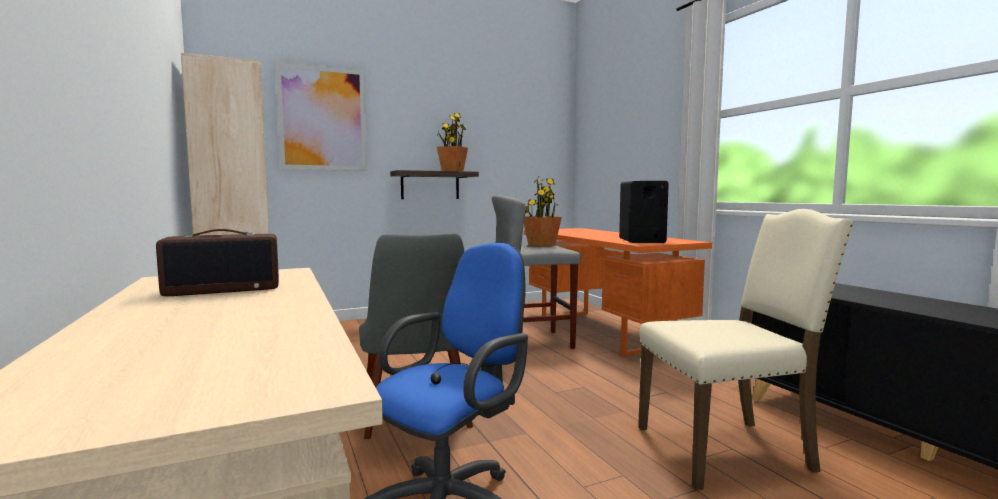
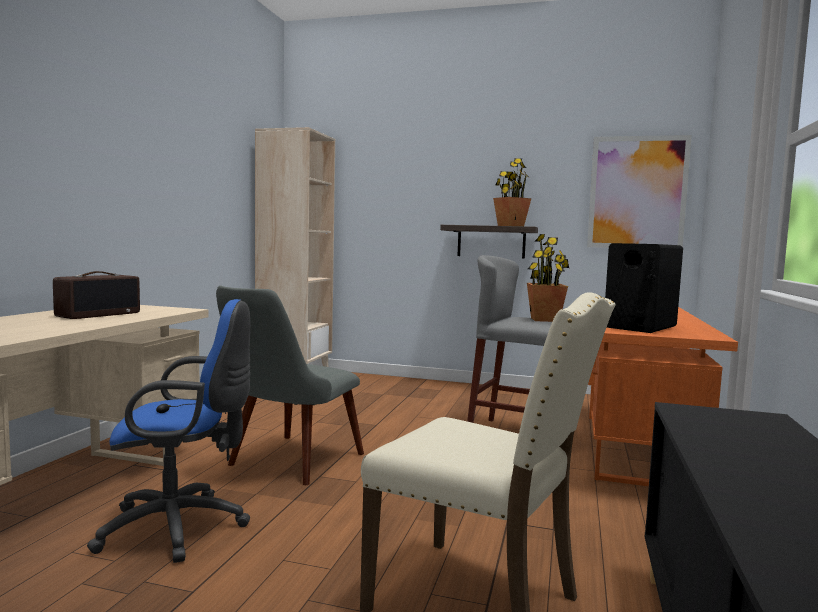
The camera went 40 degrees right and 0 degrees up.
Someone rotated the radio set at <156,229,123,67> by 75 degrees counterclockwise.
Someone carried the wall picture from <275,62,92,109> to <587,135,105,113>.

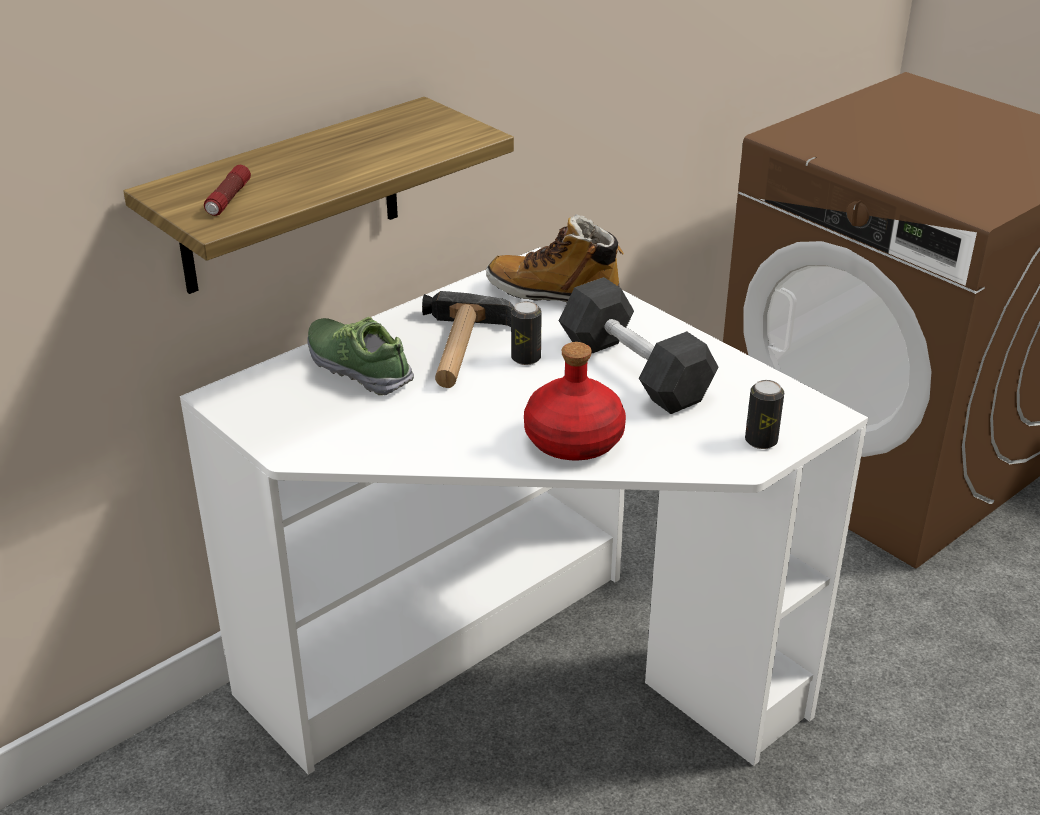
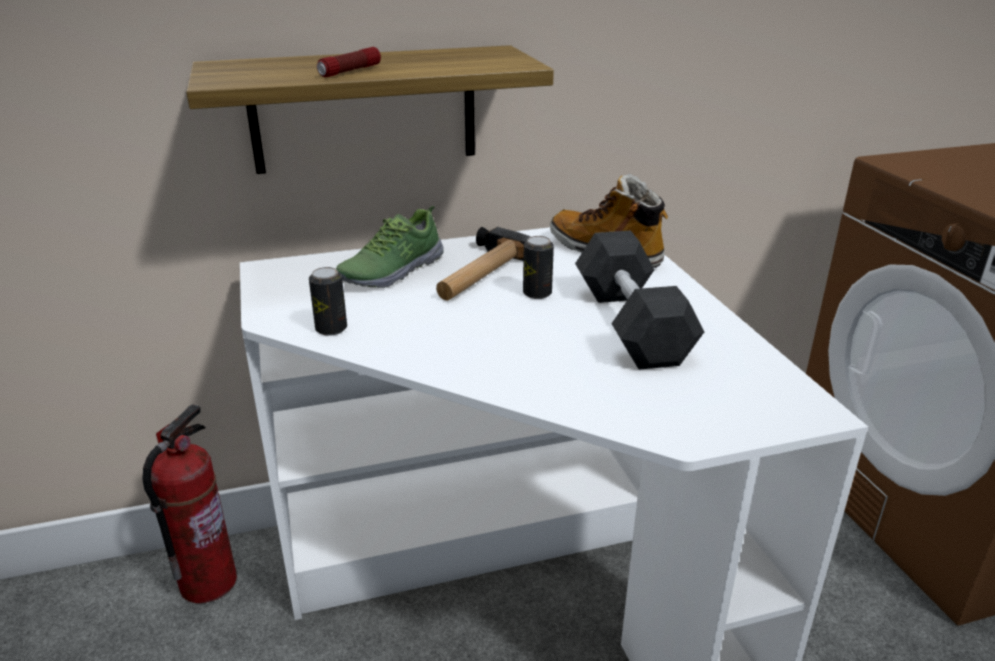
The camera went 25 degrees right and 5 degrees down.
Someone put down the extinguisher at <142,404,95,199>.
Someone carried the sealed can from <745,380,39,69> to <309,267,38,69>.
Someone carried the torch from <204,165,47,51> to <317,47,64,30>.
Someone rotated the shoe at <308,317,106,78> by 120 degrees counterclockwise.
Someone took away the red-coloured beverage bottle at <524,342,102,118>.

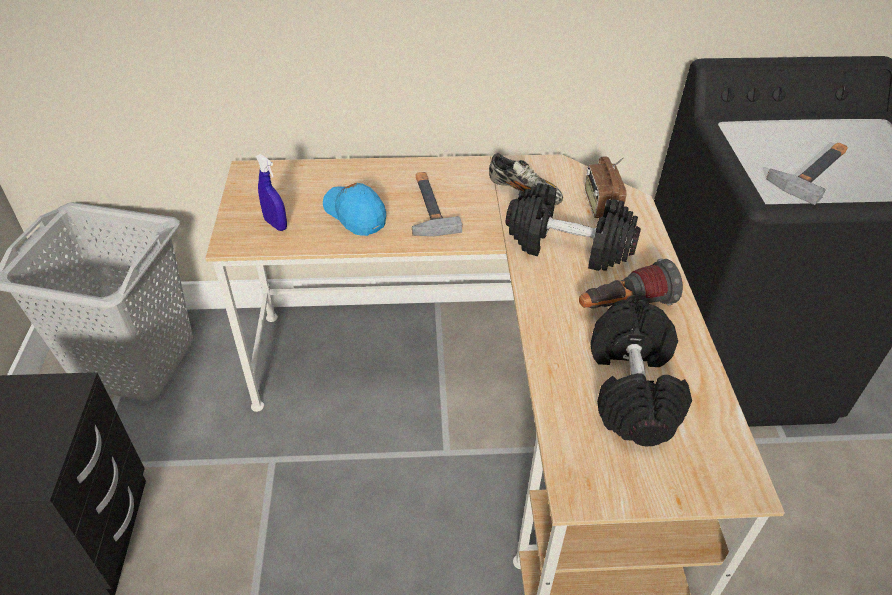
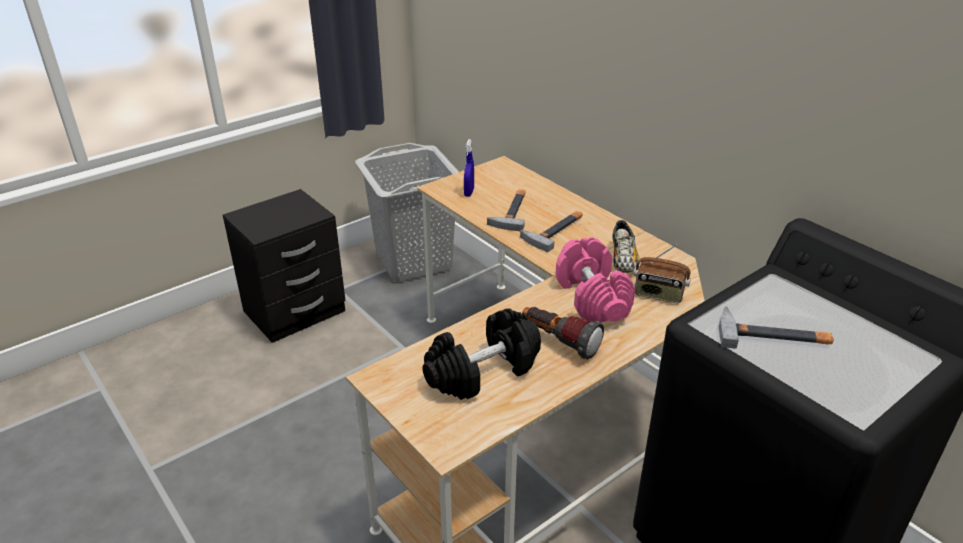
The camera went 55 degrees right and 10 degrees down.
Someone swapped the blue-coloured baseball cap at <323,183,63,53> for the hand hammer at <487,189,38,42>.
Someone repainted the blackish dumbbell at <506,183,135,88>, which became the pinkish dumbbell at <555,237,80,85>.
Someone rotated the radio set at <584,156,42,62> by 120 degrees counterclockwise.

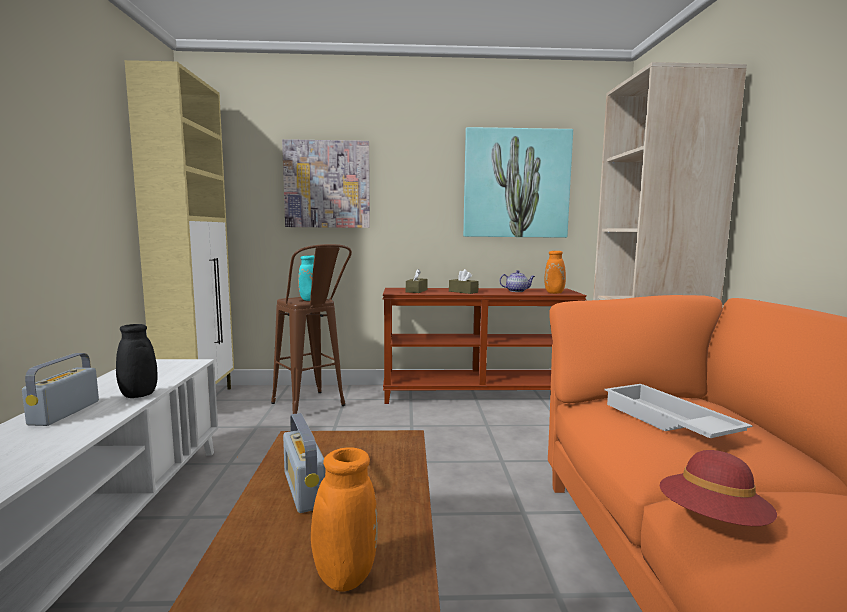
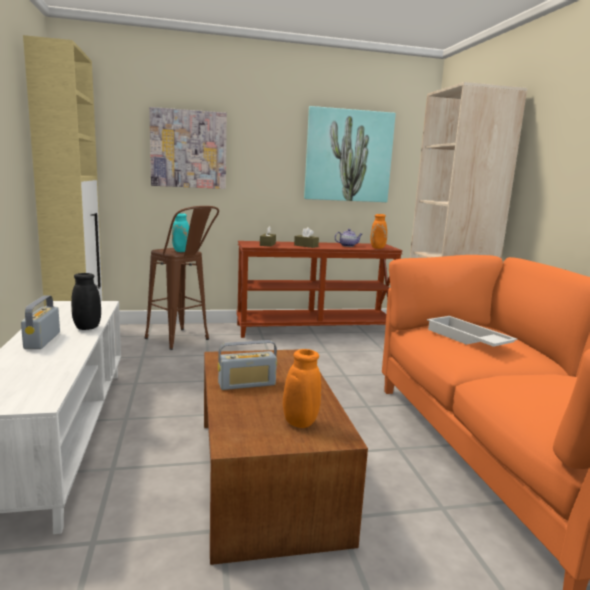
The camera went 10 degrees left and 5 degrees up.
Someone rotated the radio set at <283,413,43,100> by 75 degrees counterclockwise.
Someone took away the red-coloured wearable hat at <660,450,117,76>.

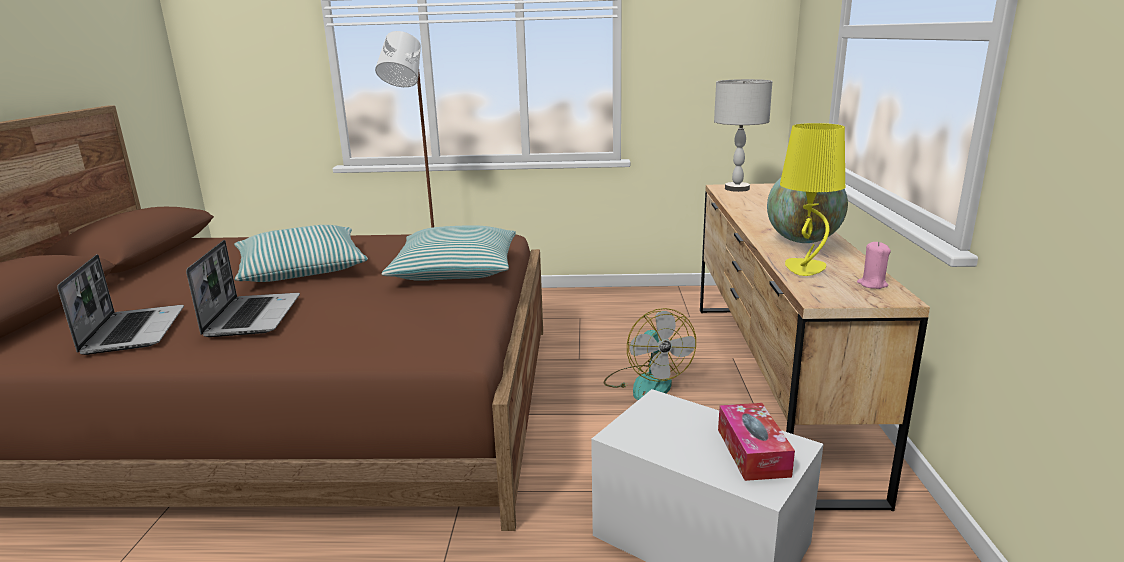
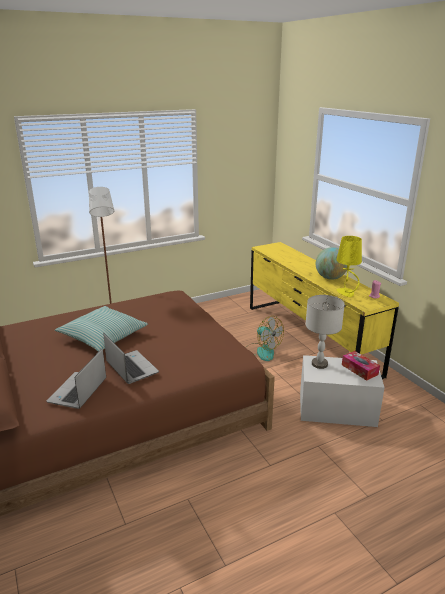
The camera went 30 degrees left and 5 degrees up.
Someone rotated the portable computer at <57,254,127,101> by 120 degrees counterclockwise.
Someone repainted the brown drawer chest at <700,183,230,328>, which became the yellow drawer chest at <250,242,149,137>.
Someone carried the grey tabletop lamp from <714,79,59,113> to <305,295,40,74>.
Someone took away the pillow at <382,225,134,56>.

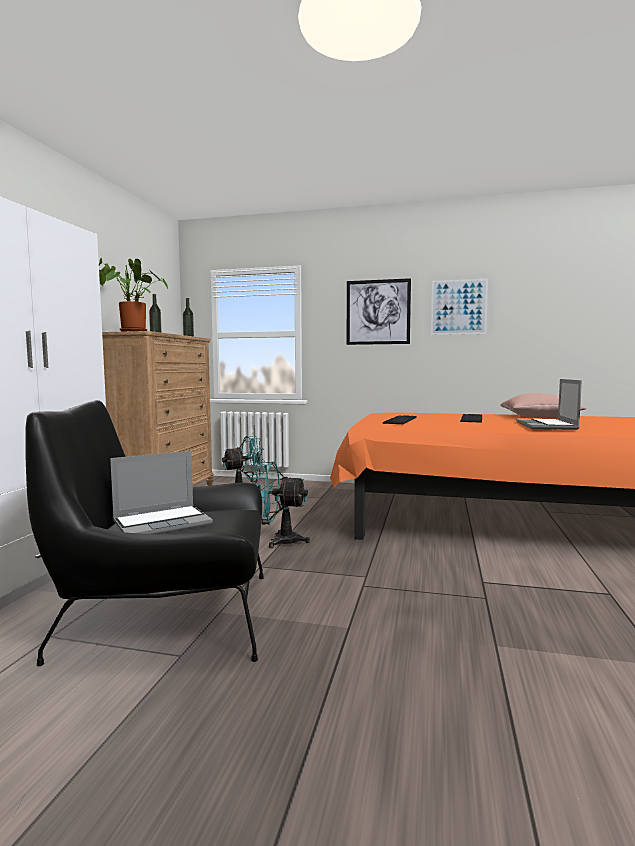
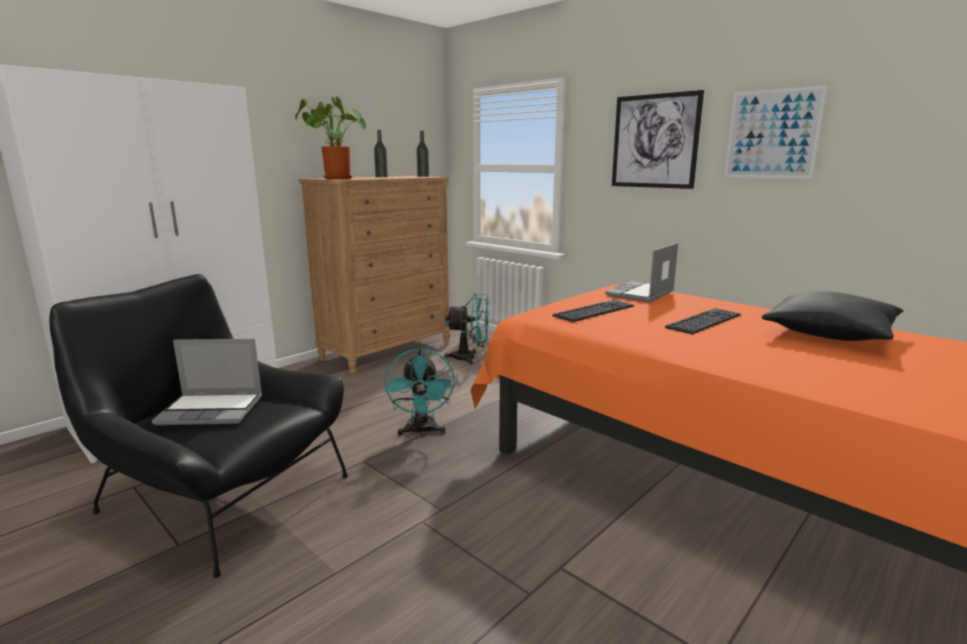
The camera went 30 degrees right and 10 degrees up.
Someone rotated the turquoise cooling fan at <252,461,58,87> by 135 degrees counterclockwise.
Someone carried the portable computer from <516,379,66,51> to <605,243,73,60>.
Someone repainted the pinkish pillow at <500,393,86,25>, which became the blackish pillow at <762,291,141,50>.

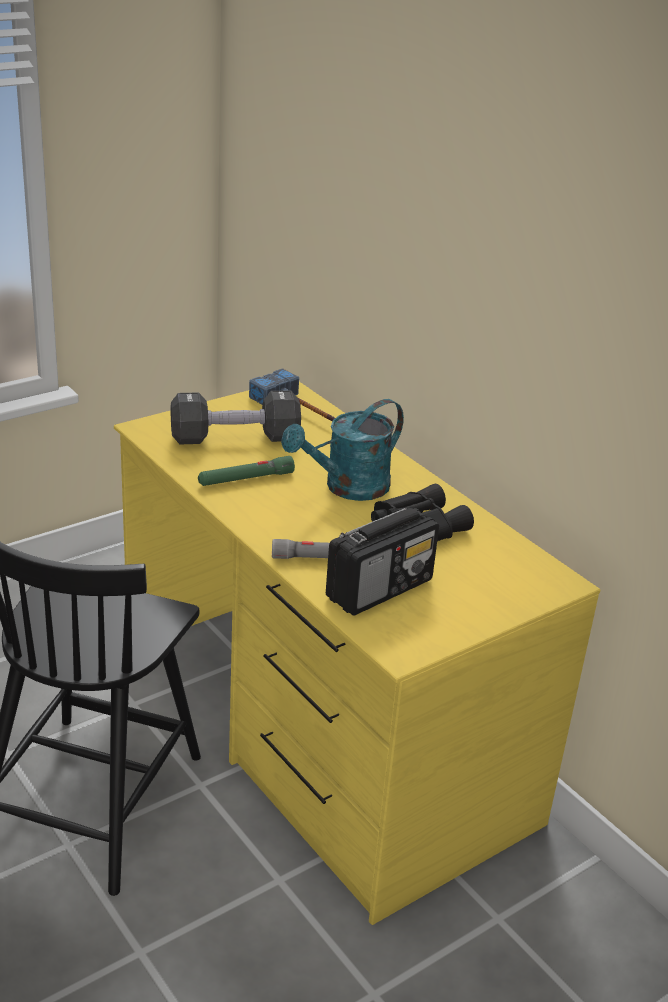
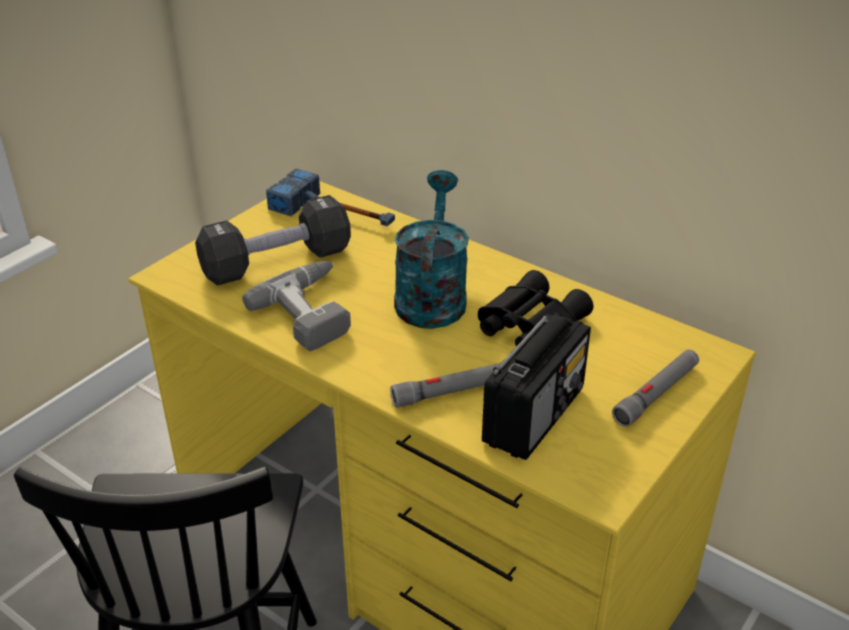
The camera went 15 degrees left and 5 degrees up.
Someone swapped the green-coloured torch at <198,456,97,30> for the drill at <242,261,109,90>.
Someone rotated the turquoise watering pot at <281,399,123,102> by 150 degrees clockwise.
Someone put down the grey torch at <612,349,87,78>.

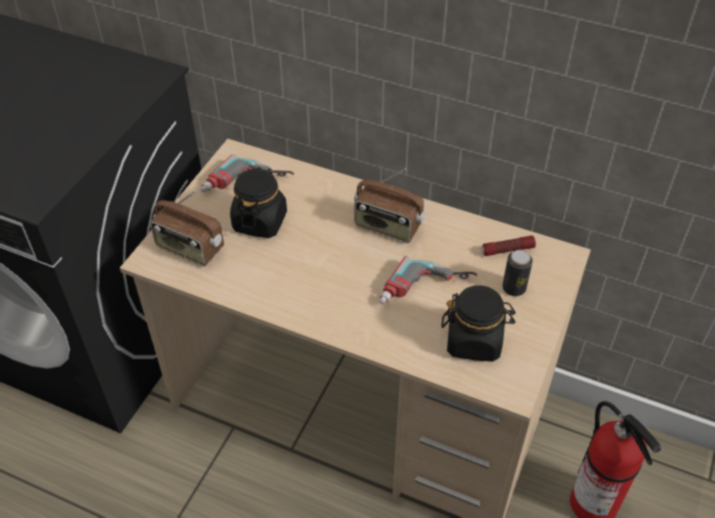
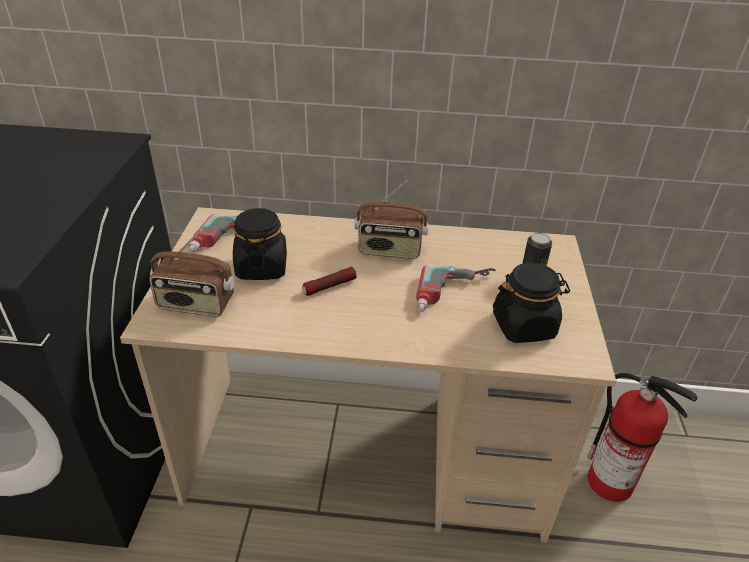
The camera went 20 degrees left and 10 degrees down.
Someone carried the torch from <482,235,54,21> to <302,267,55,29>.

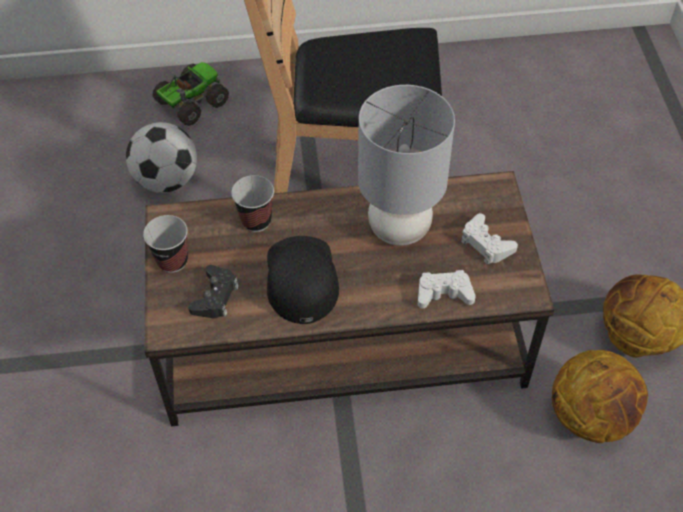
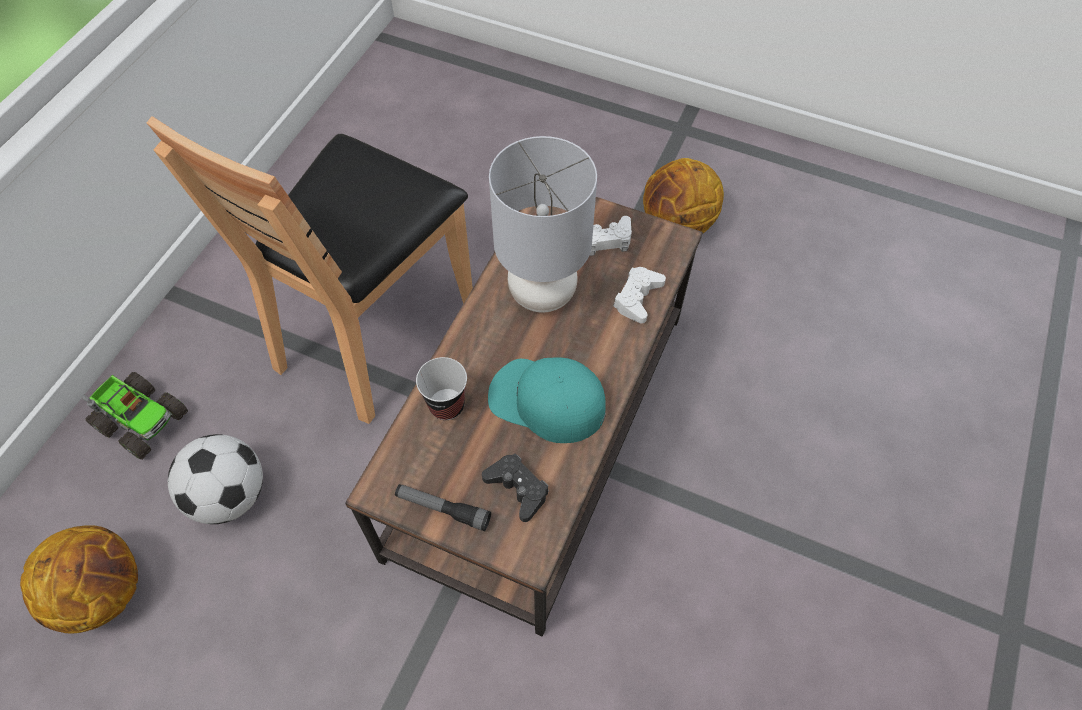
The camera went 60 degrees left and 5 degrees up.
Someone carried the basketball from <552,350,96,93> to <20,525,118,109>.
Someone rotated the toy truck at <152,62,77,64> by 135 degrees clockwise.
Someone swapped the drinking cup at <143,215,45,58> for the torch at <395,484,96,47>.
Someone repainted the blackish baseball cap at <267,236,72,88>, which became the turquoise baseball cap at <488,357,118,86>.

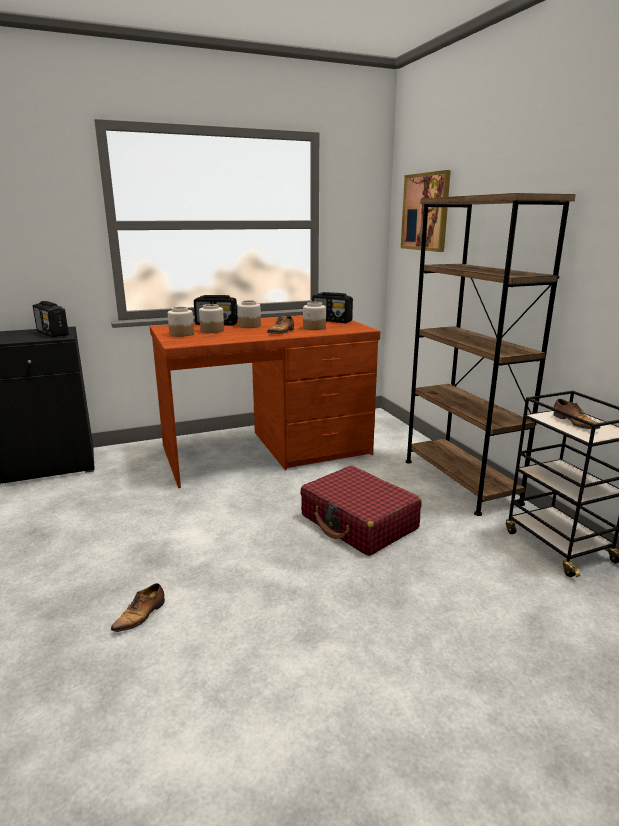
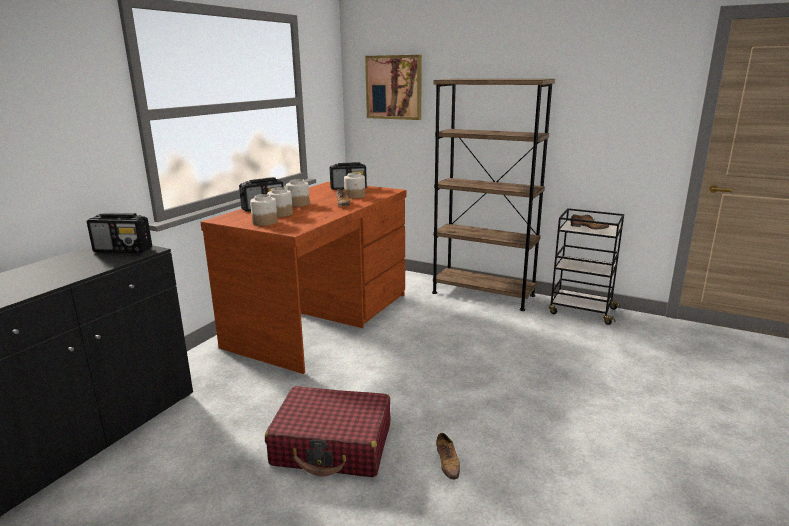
The camera went 40 degrees left and 0 degrees up.
Someone carried the red-coloured piece of luggage from <300,465,122,91> to <265,386,125,91>.

